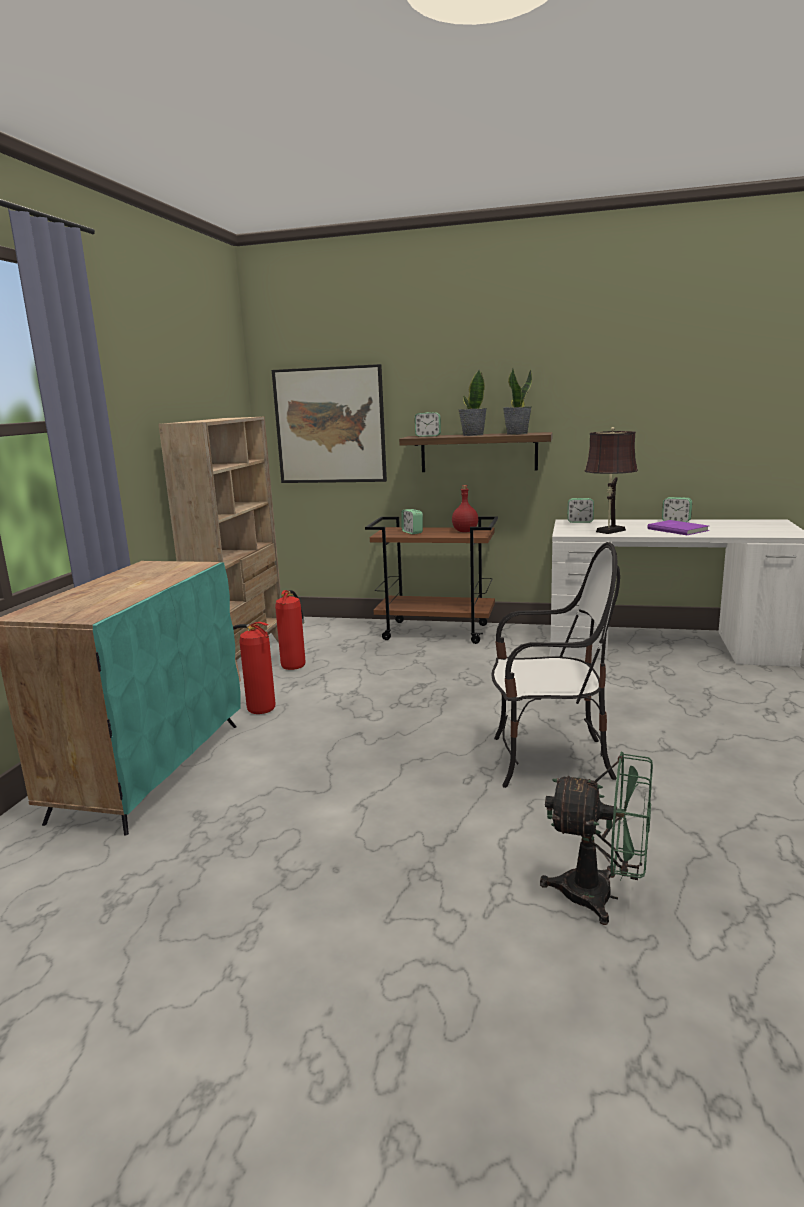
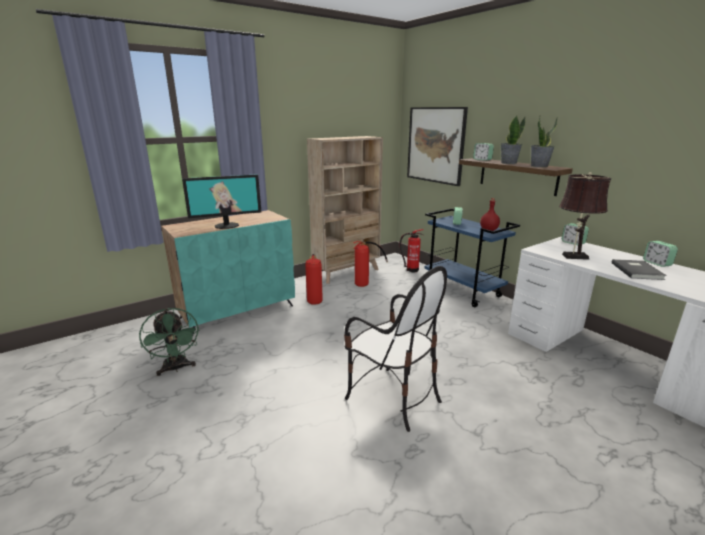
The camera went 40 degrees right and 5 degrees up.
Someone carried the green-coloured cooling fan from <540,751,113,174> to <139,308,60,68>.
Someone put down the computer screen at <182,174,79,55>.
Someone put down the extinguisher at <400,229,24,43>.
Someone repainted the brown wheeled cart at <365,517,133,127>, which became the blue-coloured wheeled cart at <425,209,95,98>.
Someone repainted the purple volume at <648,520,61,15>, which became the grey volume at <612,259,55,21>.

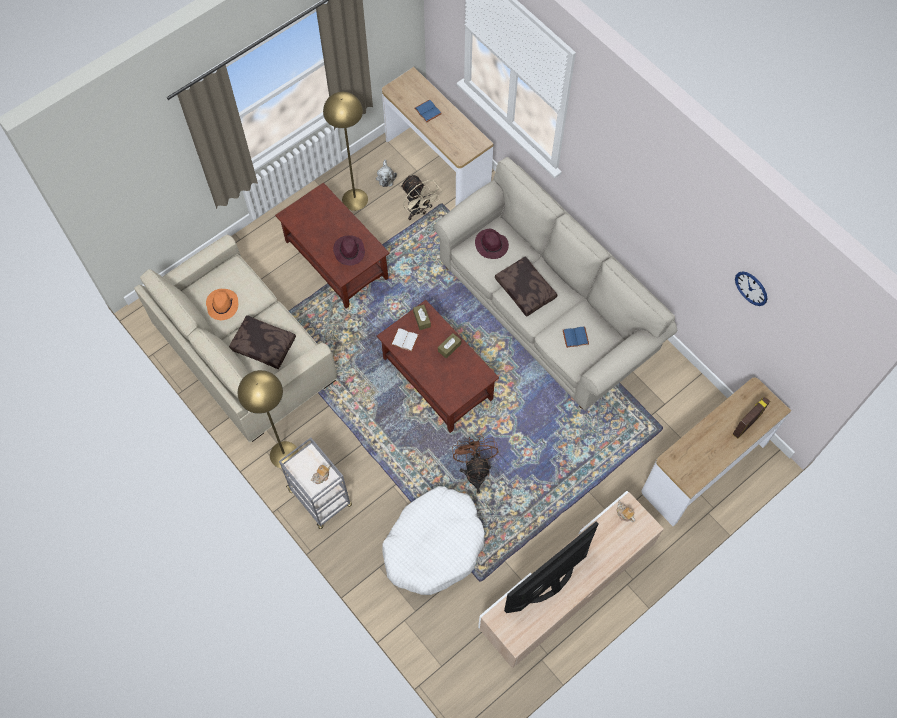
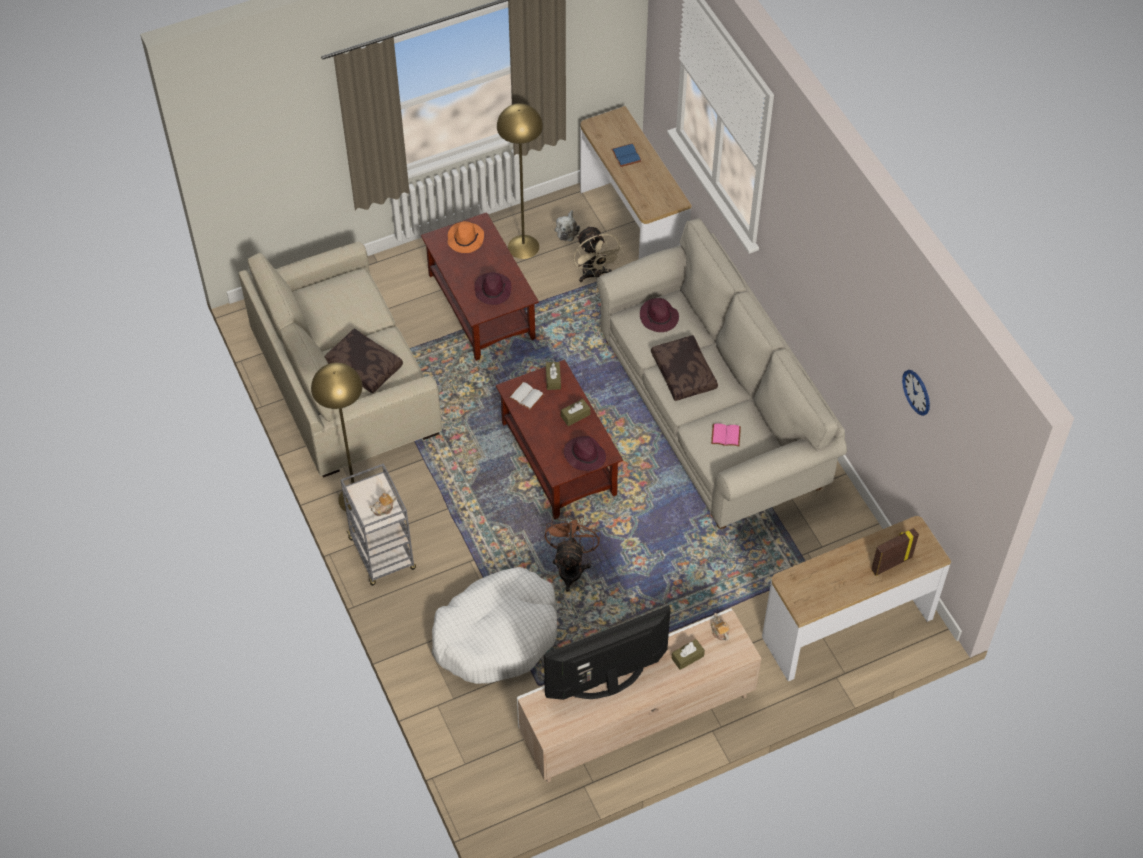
The camera went 15 degrees right and 10 degrees down.
Someone carried the orangey wearable hat from <206,289,32,31> to <448,221,36,32>.
Someone put down the purple wearable hat at <564,436,42,35>.
Someone put down the brown box of tissues at <671,639,34,31>.
Someone repainted the blue-coloured volume at <563,327,26,21>, which became the pinkish volume at <711,423,30,24>.

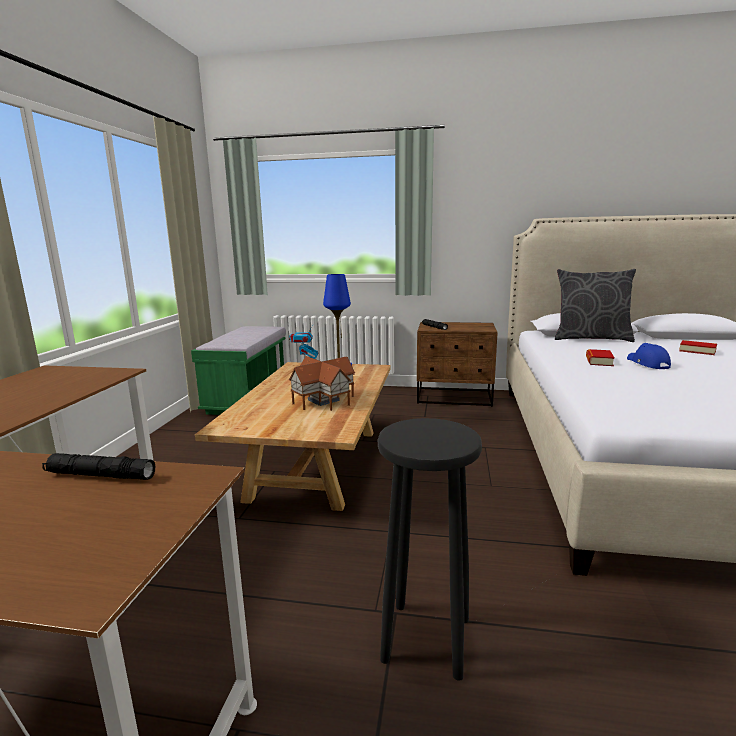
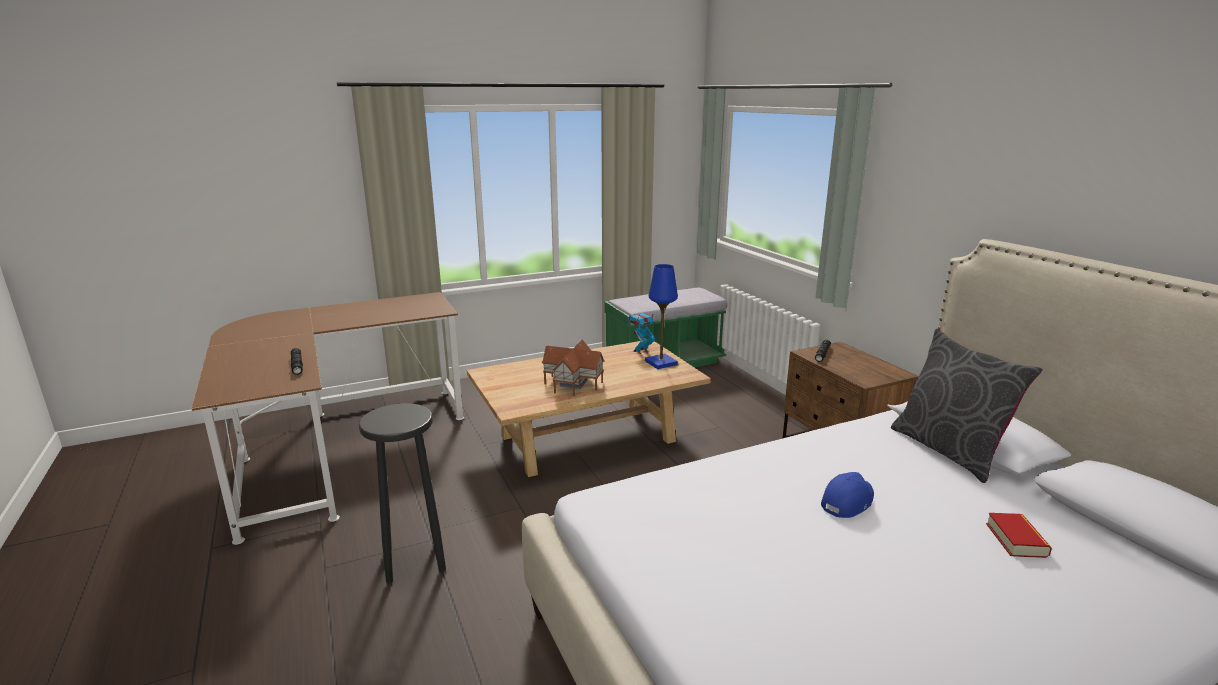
The camera went 55 degrees right and 5 degrees up.
Someone took away the volume at <586,349,29,17>.

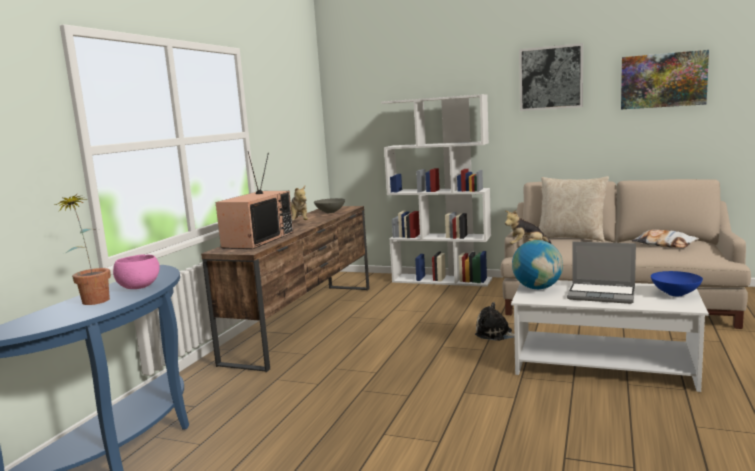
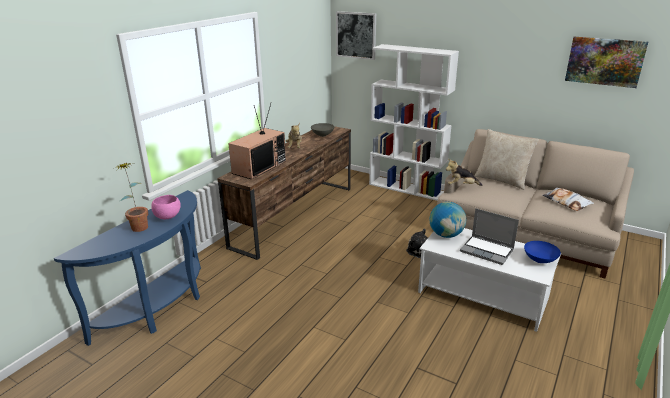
The camera went 10 degrees right and 15 degrees up.
Someone carried the wall picture from <519,43,64,68> to <336,11,40,49>.

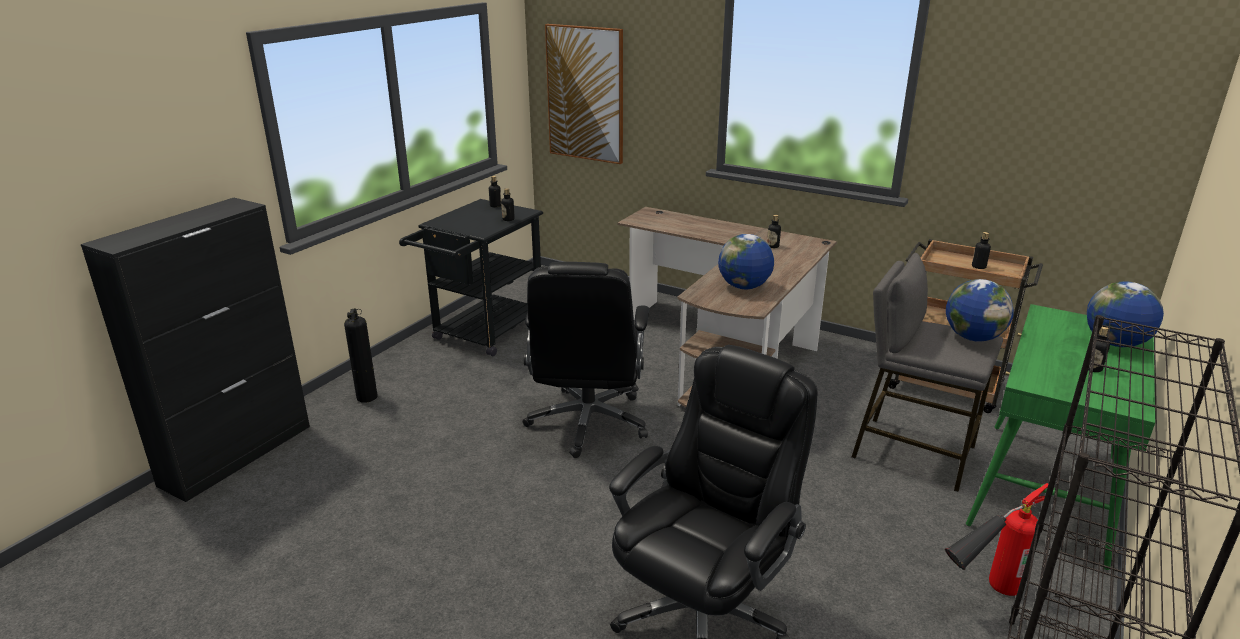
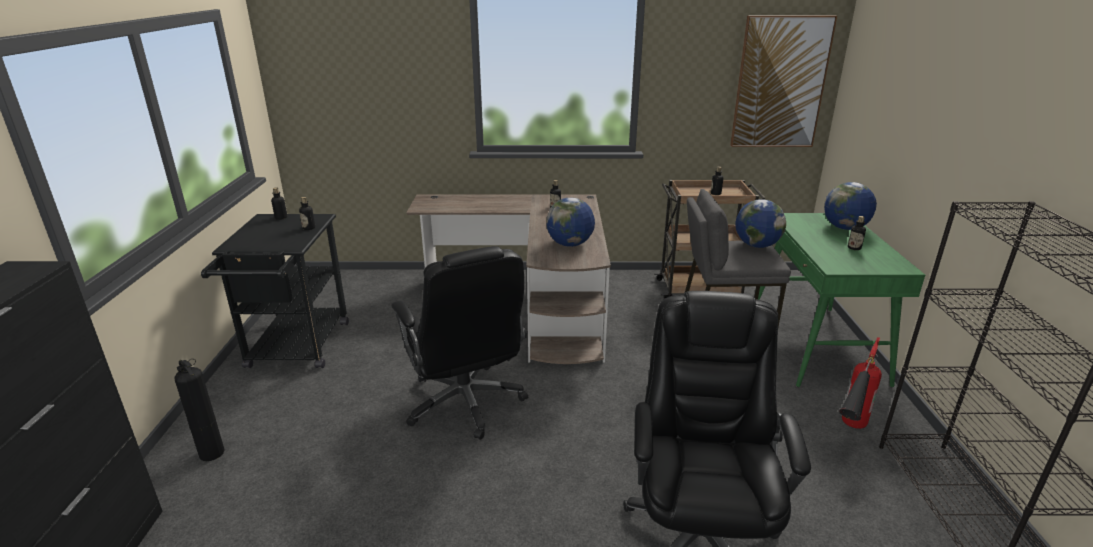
The camera went 30 degrees left and 0 degrees up.
Someone carried the wall picture from <545,24,78,140> to <730,15,107,132>.

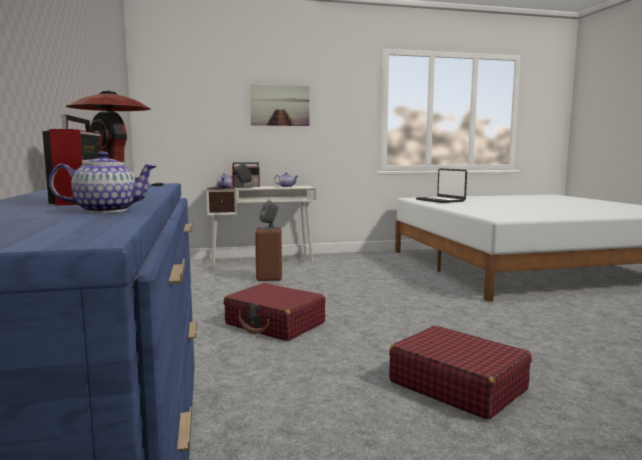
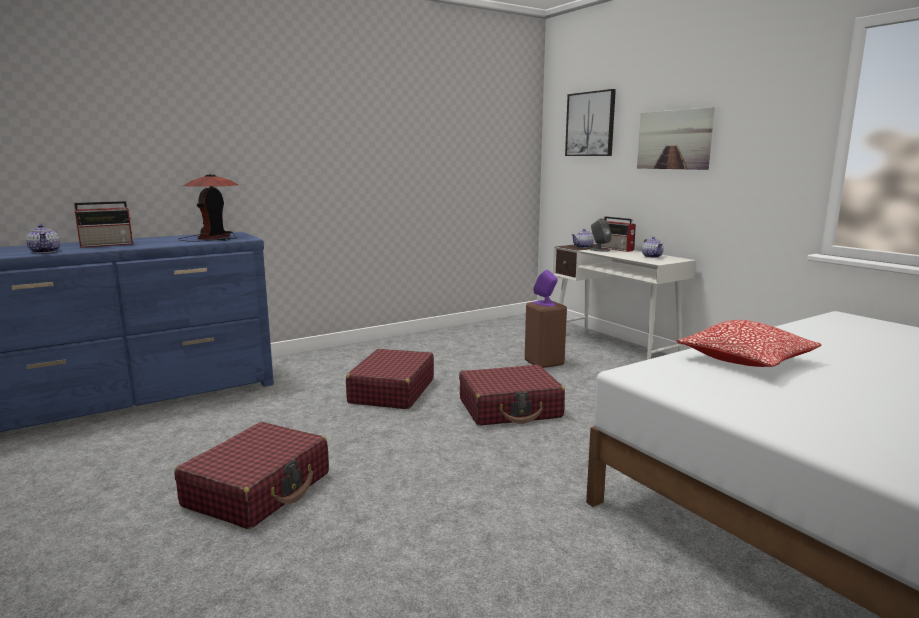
The camera went 70 degrees right and 5 degrees up.
Someone put down the red-coloured piece of luggage at <459,365,106,61>.
Someone repainted the grey loudspeaker at <259,200,20,30>, which became the purple loudspeaker at <534,270,24,36>.
Someone put up the wall picture at <565,89,51,67>.
Someone put down the pillow at <676,320,146,47>.
Someone took away the portable computer at <416,169,51,34>.

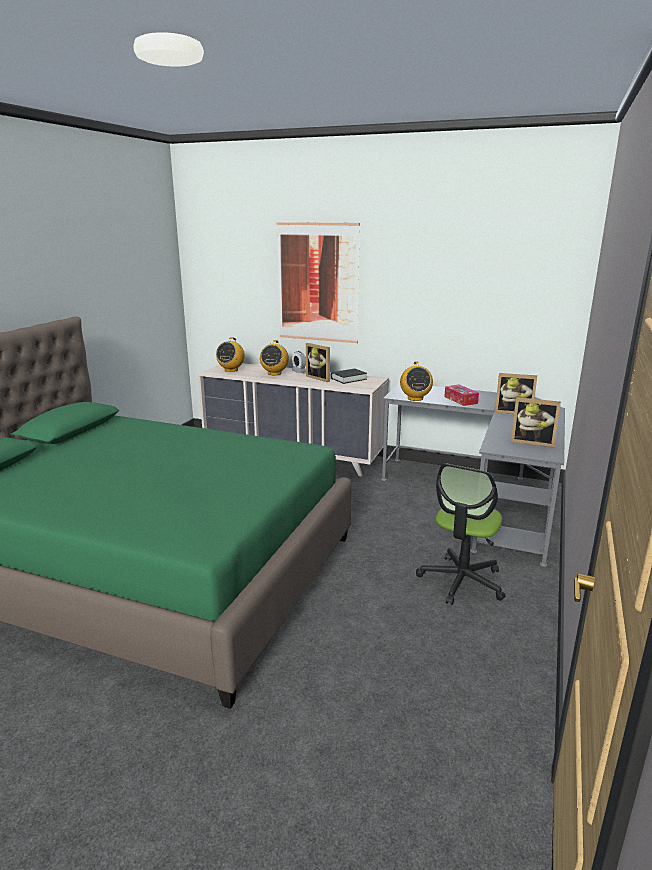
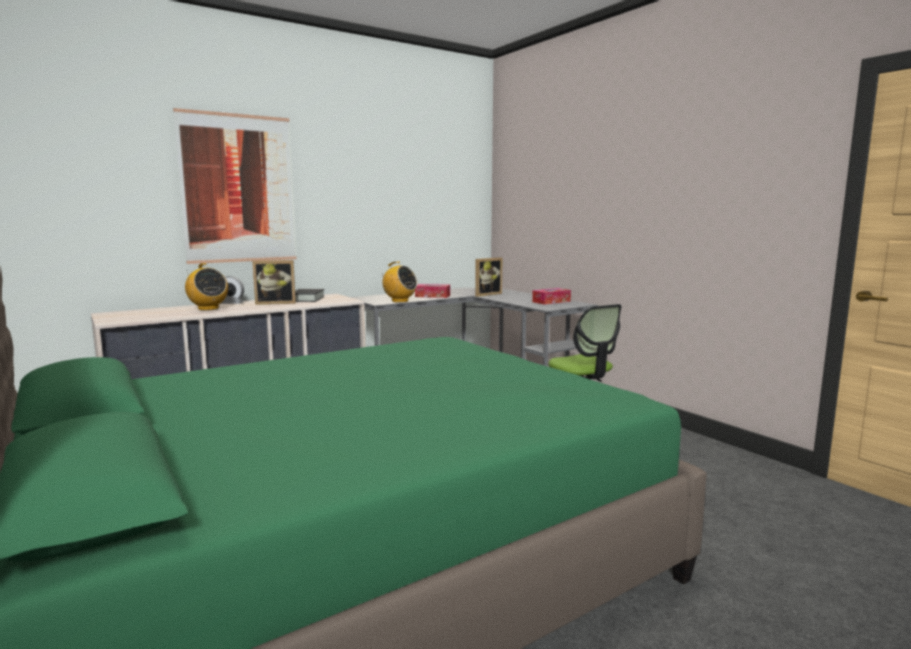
The camera went 55 degrees left and 10 degrees down.
Someone swapped the standing frame at <511,397,50,51> for the box of tissues at <532,288,39,17>.
Someone took away the radio set at <216,337,29,35>.

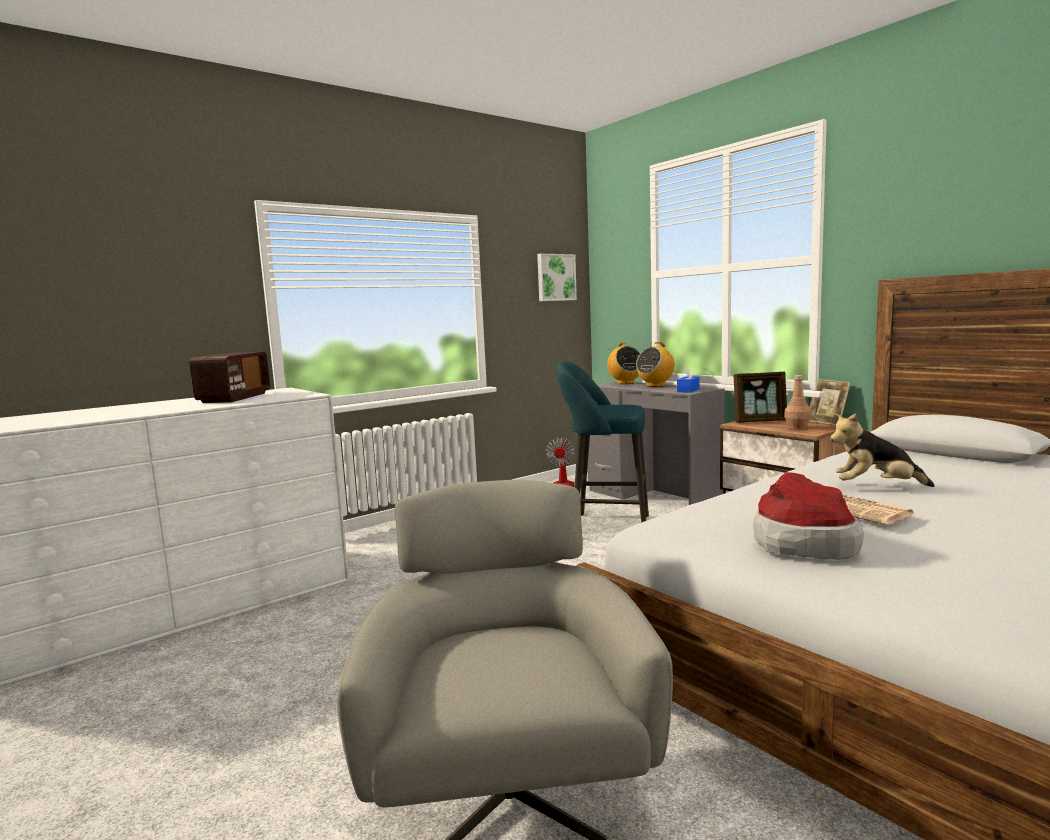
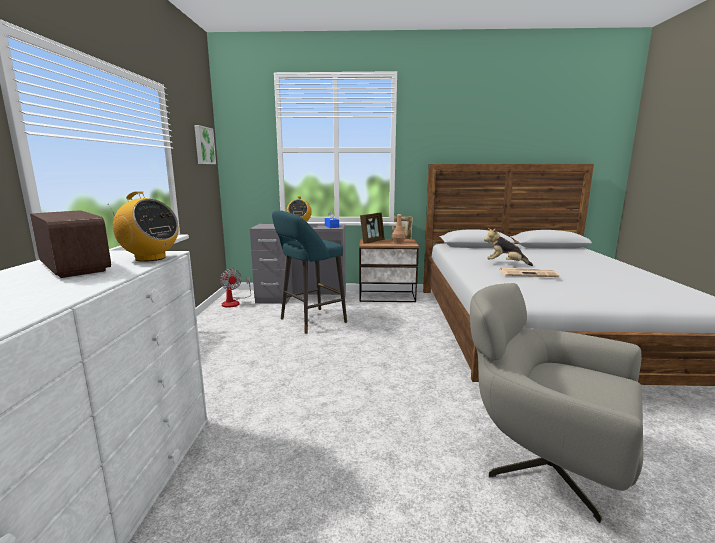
The camera went 50 degrees left and 5 degrees up.
Someone carried the radio set from <607,342,33,42> to <108,191,70,71>.
Someone rotated the plush toy at <830,413,105,74> by 60 degrees clockwise.
Someone took away the wearable hat at <754,472,109,88>.

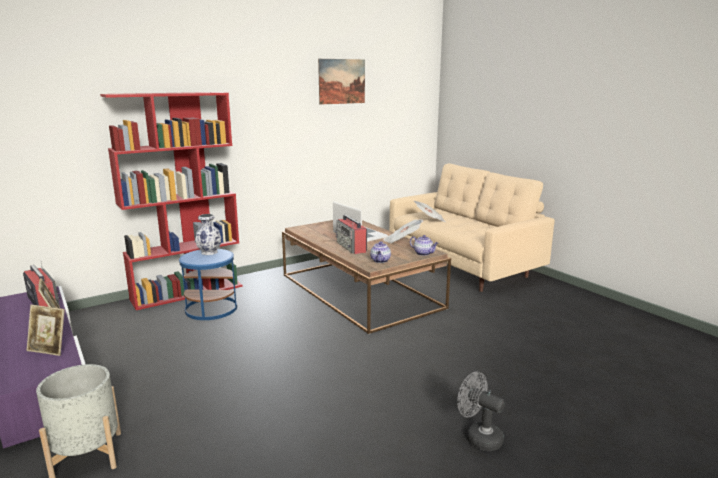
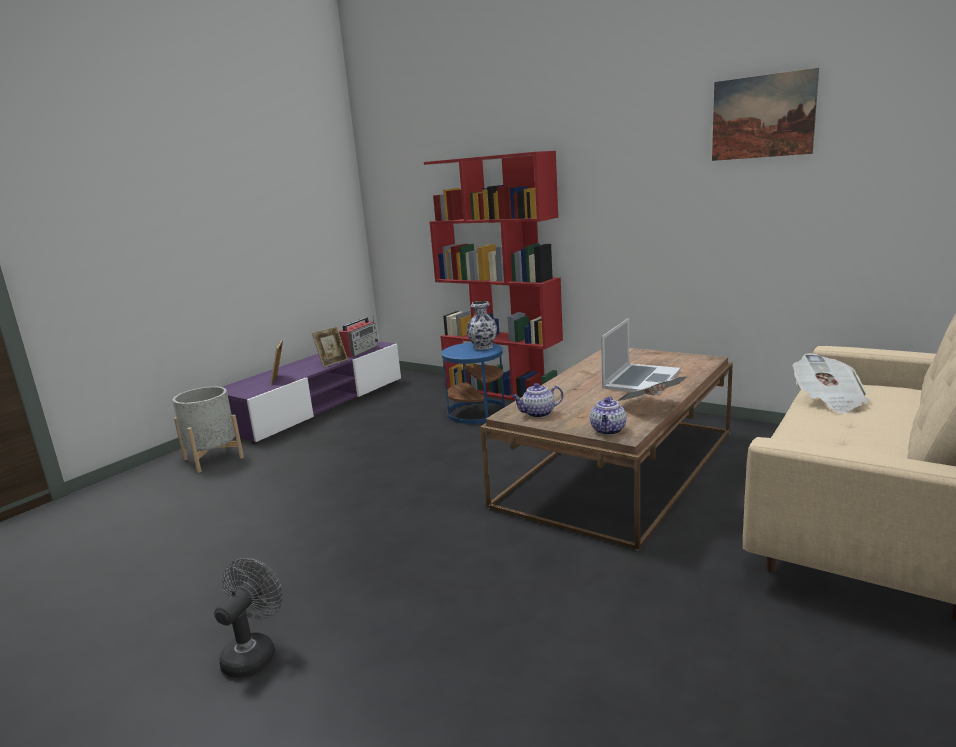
The camera went 70 degrees right and 0 degrees up.
Someone took away the radio set at <336,215,31,39>.

